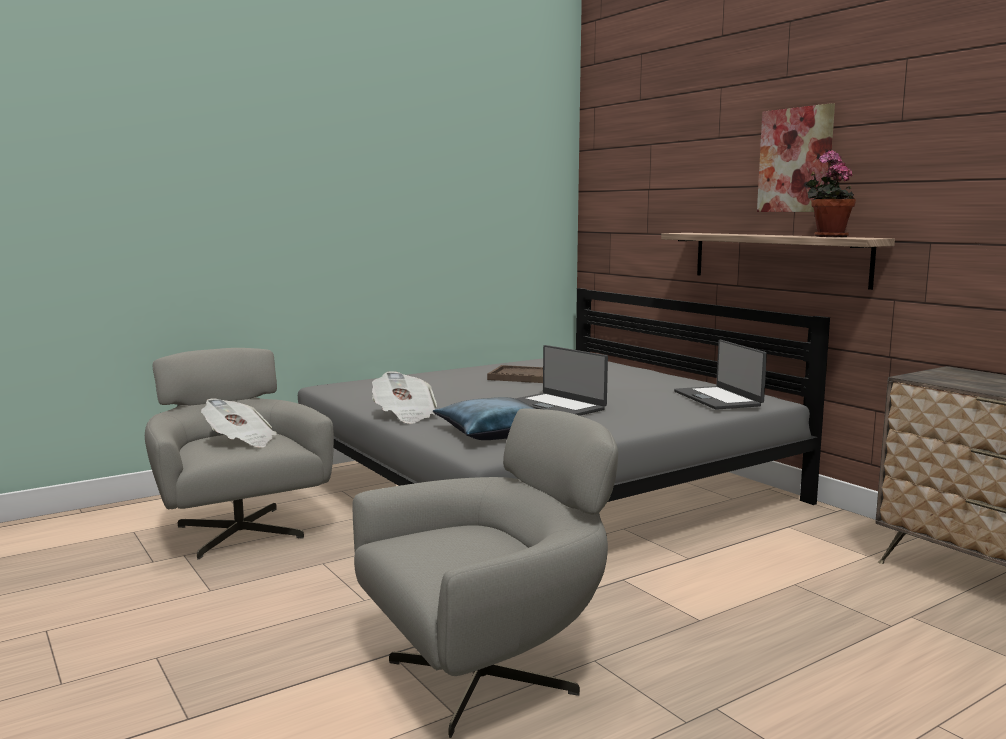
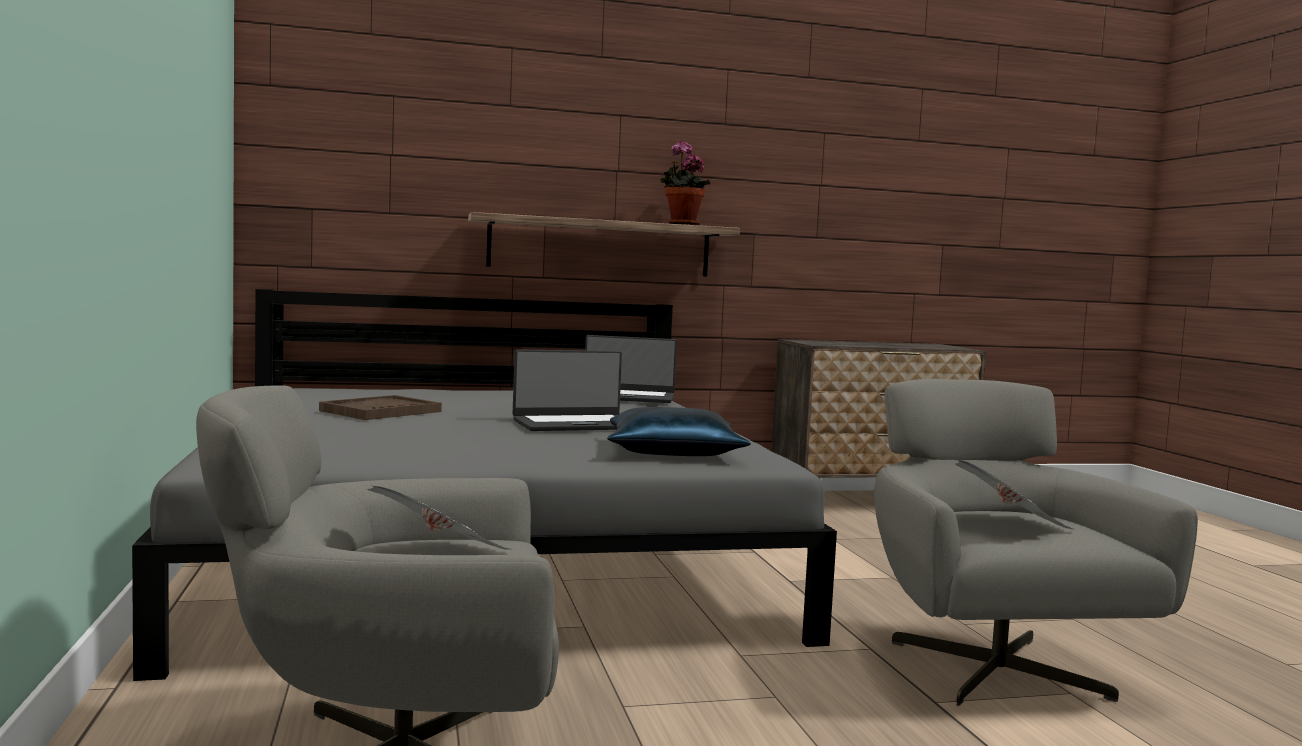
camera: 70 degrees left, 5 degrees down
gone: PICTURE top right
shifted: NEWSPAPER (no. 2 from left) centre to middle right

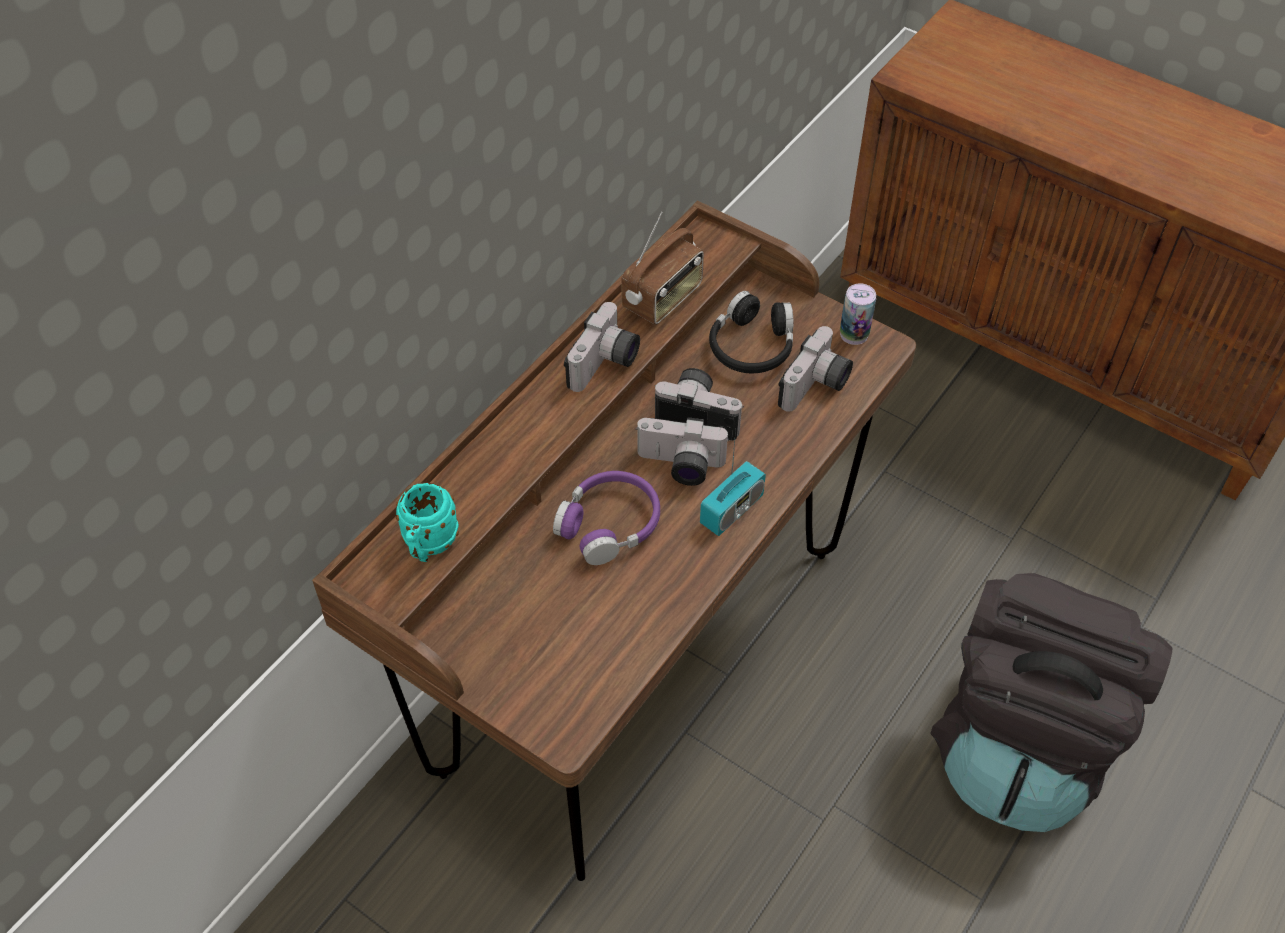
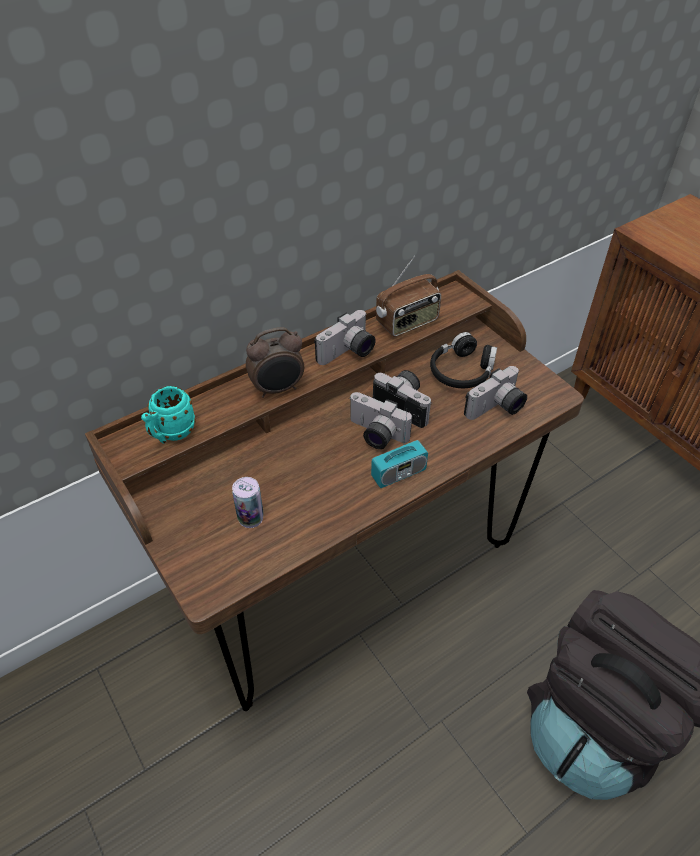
camera: 20 degrees right, 5 degrees down
gone: PURPLE HEADPHONES centre
new: ALARM CLOCK centre
shifted: CAN middle right to centre

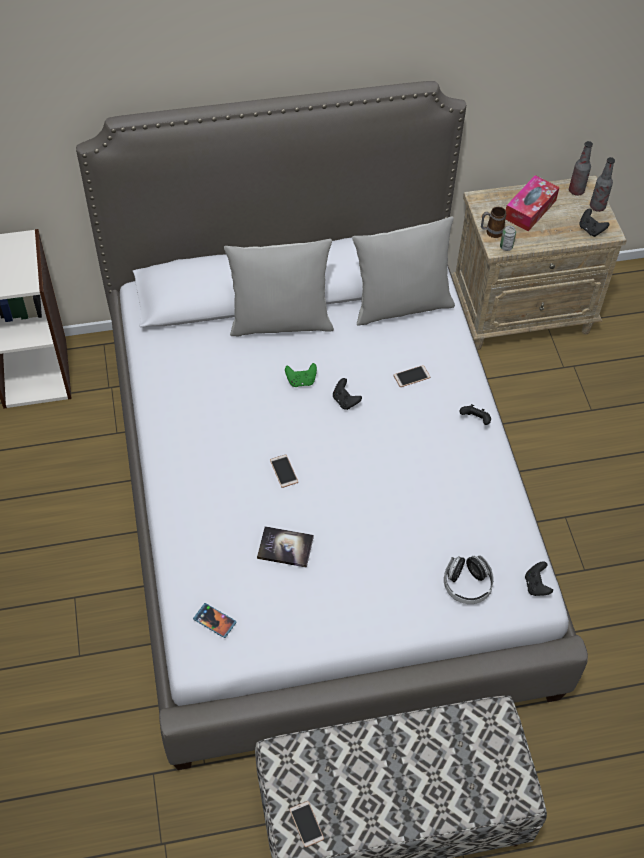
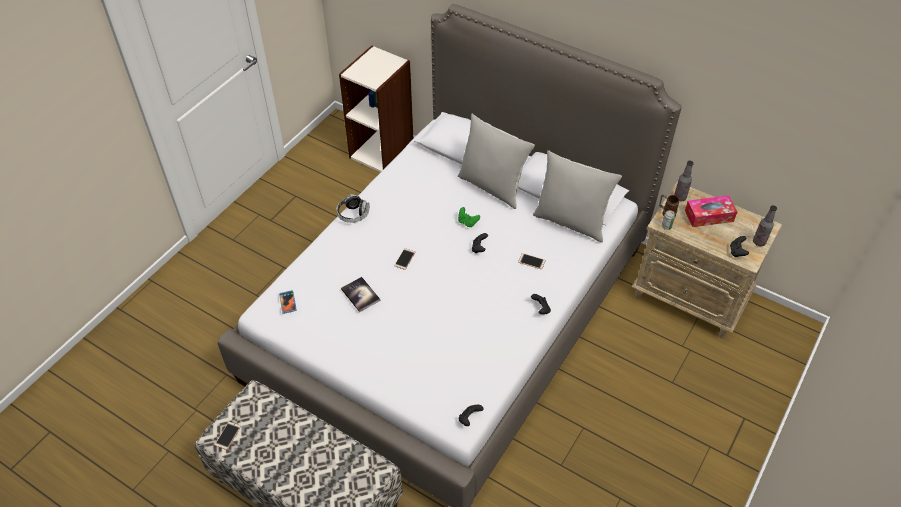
camera: 45 degrees right, 5 degrees down
shifted: BOTTLE (no. 1 from left) top right to middle right; HEADPHONES bottom right to centre

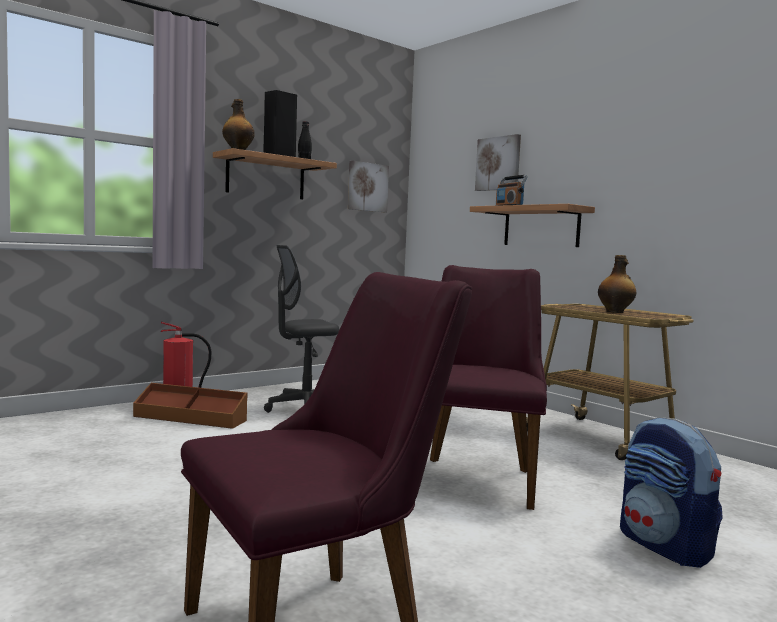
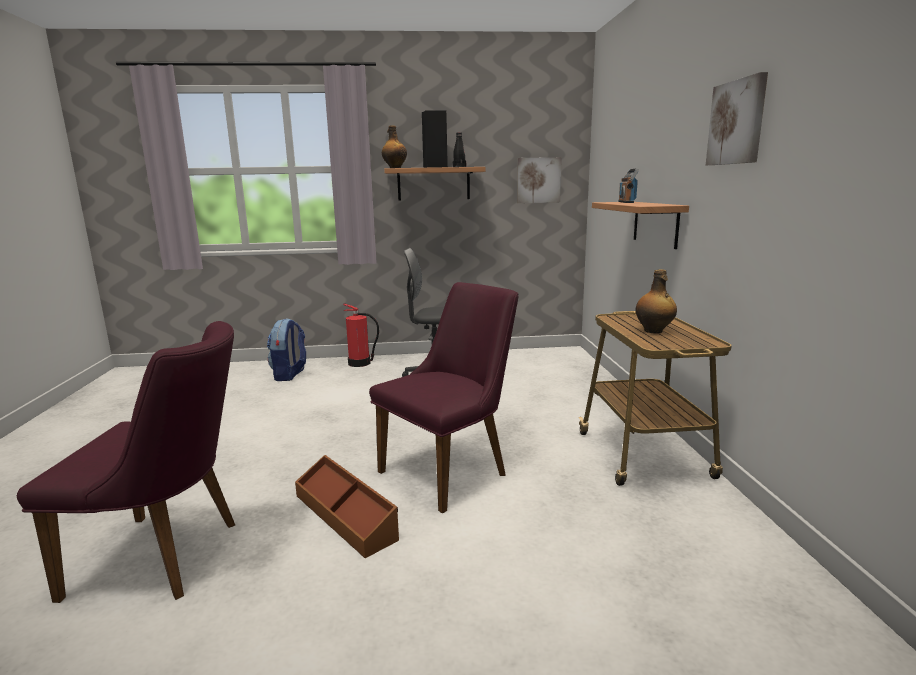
camera: 35 degrees right, 10 degrees up
shifted: PICTURE (no. 2 from left) top centre to top right; BROWN STORAGE BOX middle left to bottom centre; BACKPACK bottom right to middle left

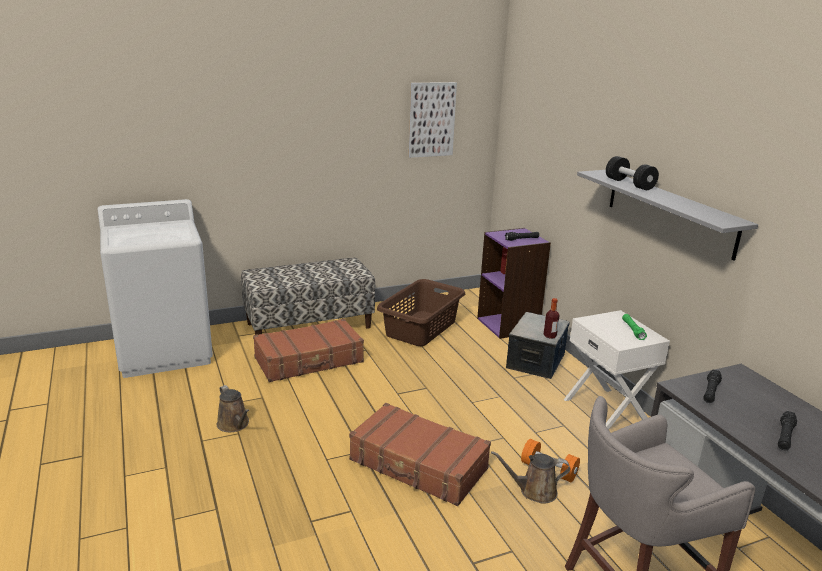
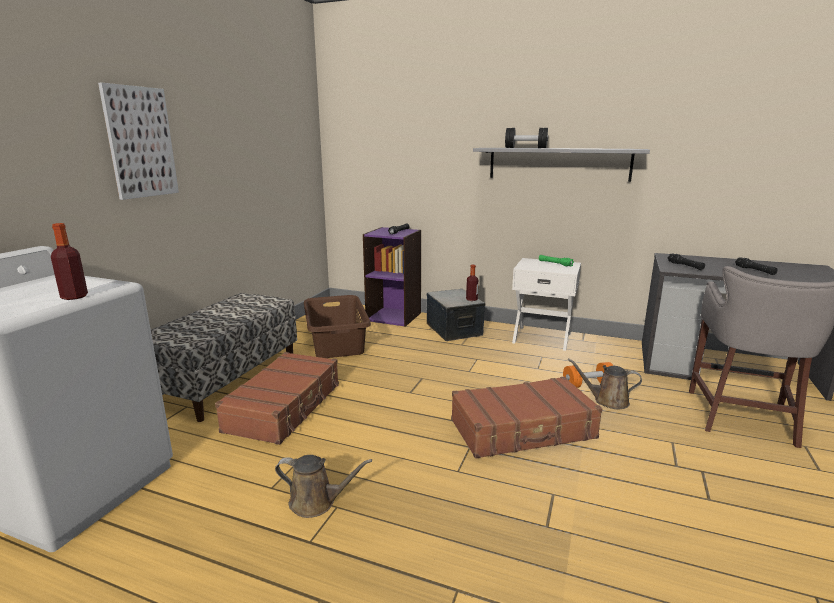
camera: 45 degrees left, 5 degrees down
new: BOTTLE (no. 1 from left) middle left
shifted: PICTURE top centre to top left
rotated: BROWN WATERING CAN (no. 2 from left) bottom centre = middle right 60 degrees clockwise

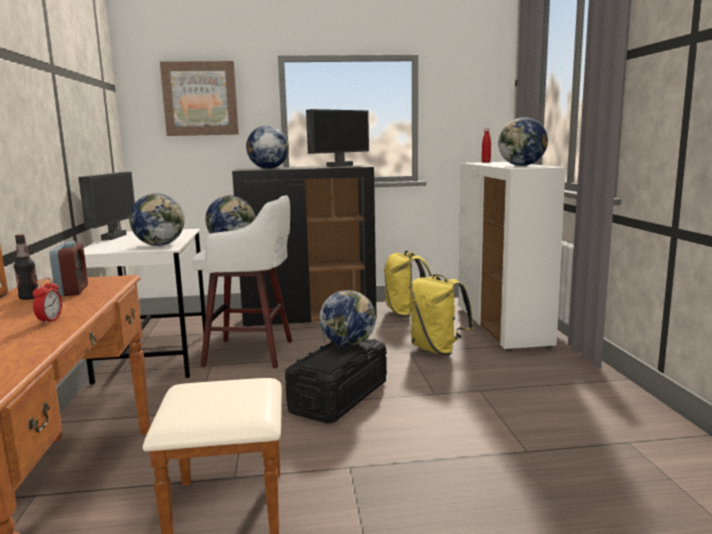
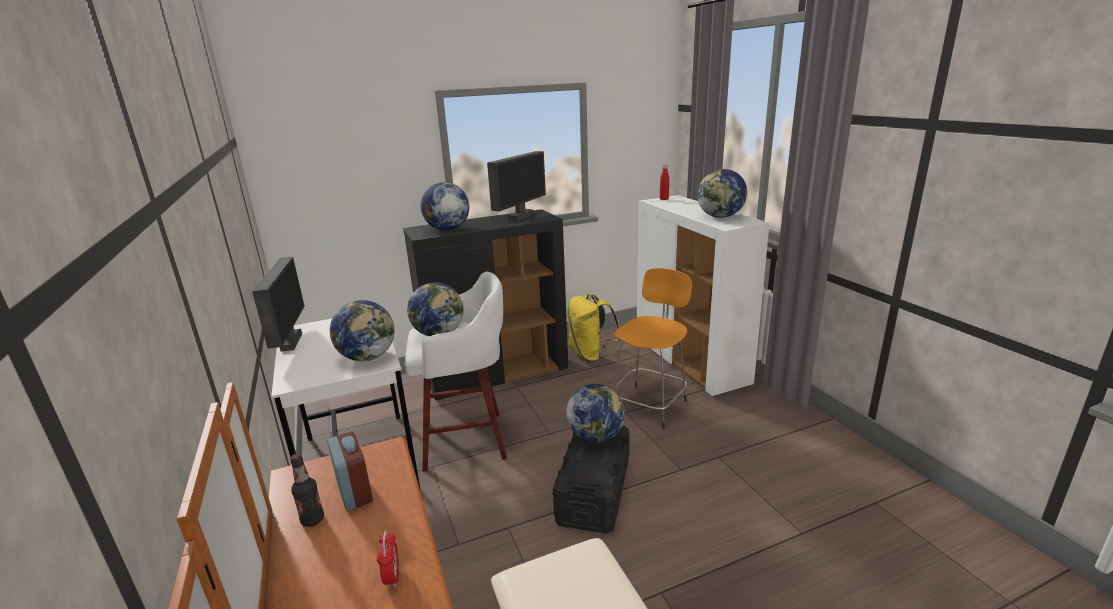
camera: 15 degrees left, 10 degrees up
gone: PICTURE top left
swapped: YELLOW BACKPACK (no. 2 from left) centre to ORANGE STOOL centre

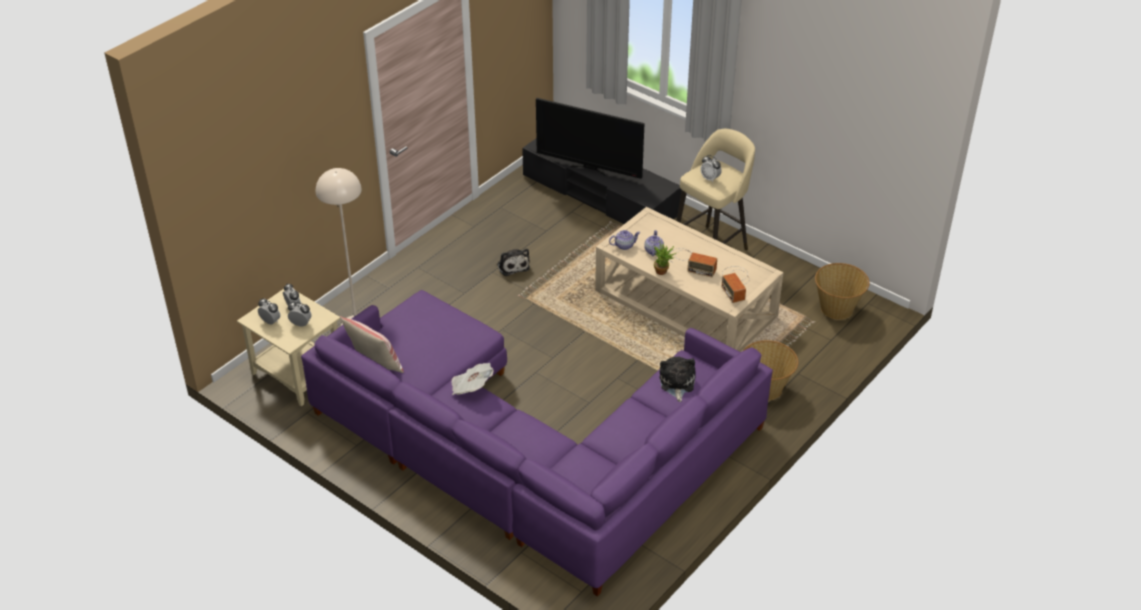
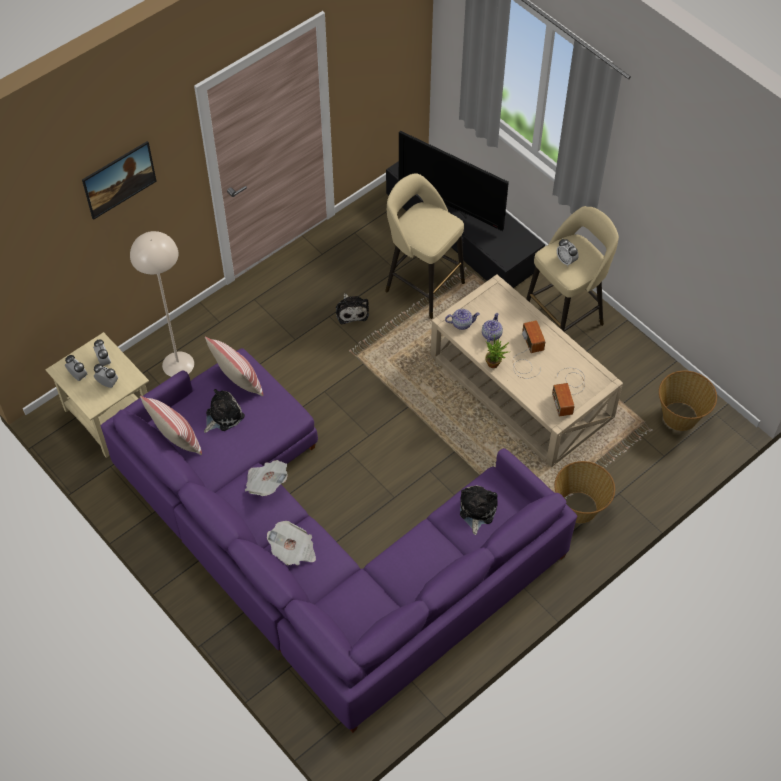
camera: 10 degrees right, 15 degrees up
new: PICTURE top left; BEIGE STOOL (no. 1 from left) top centre; PILLOW (no. 2 from left) middle left; PLUSH TOY (no. 1 from left) middle left; NEWSPAPER (no. 2 from left) bottom centre
rotated: RADIO (no. 1 from left) centre = middle right 135 degrees counterclockwise

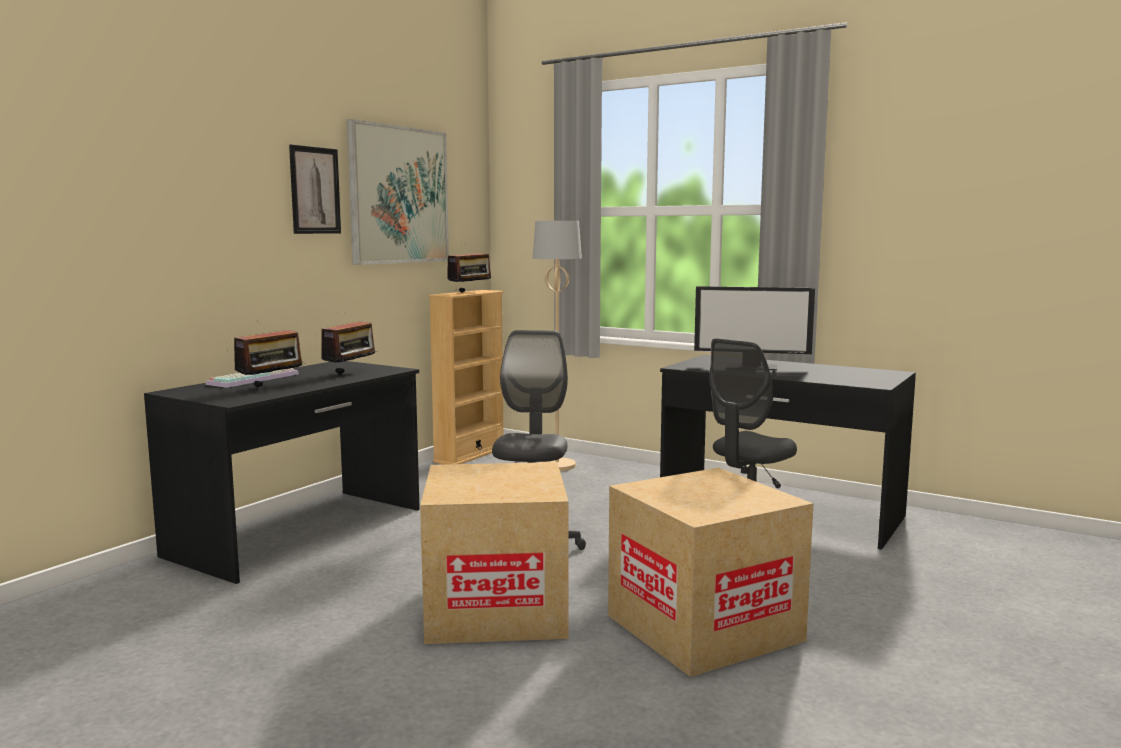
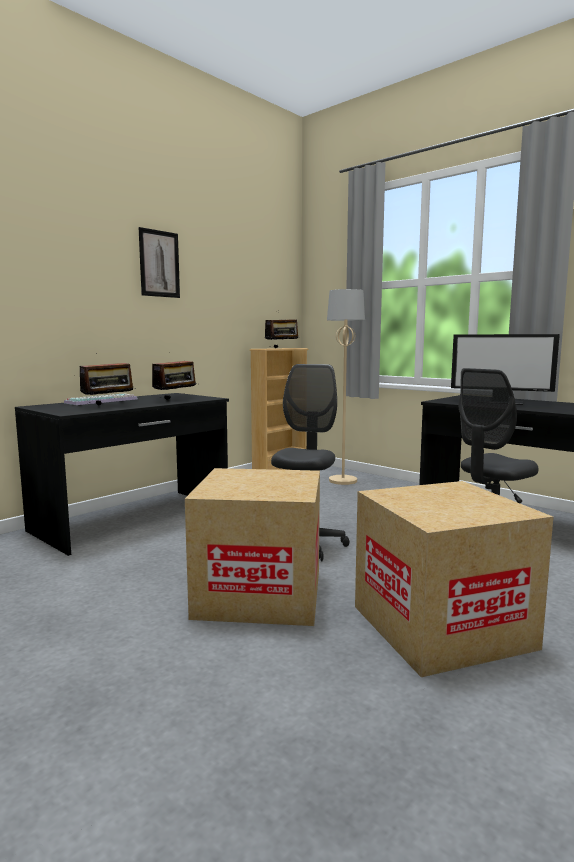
camera: 10 degrees right, 0 degrees up
gone: PICTURE (no. 2 from left) top centre

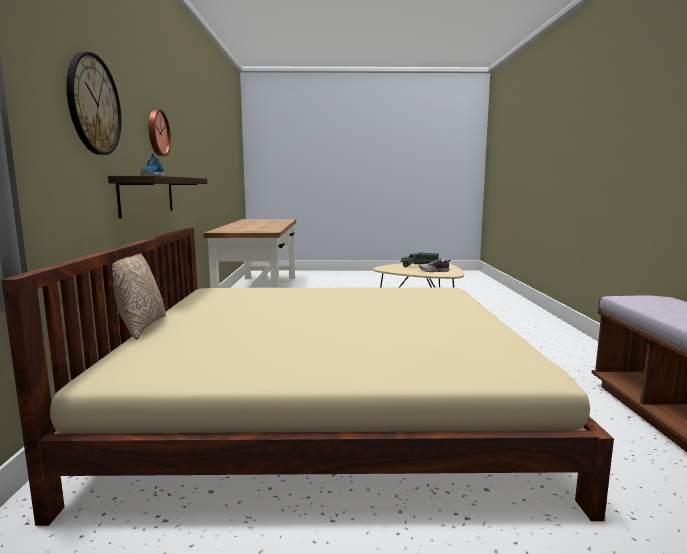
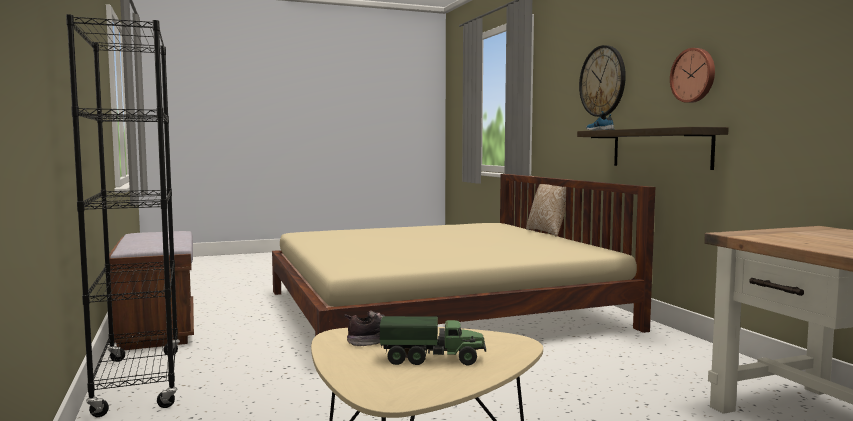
camera: 160 degrees right, 5 degrees down
new: BLACK BOOKCASE middle left

